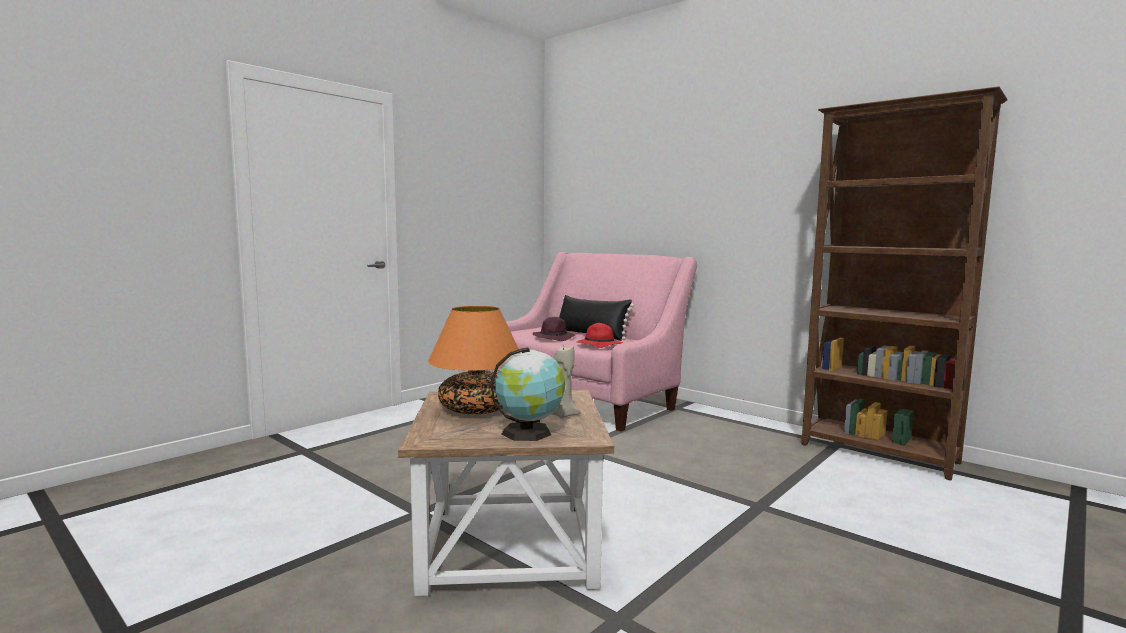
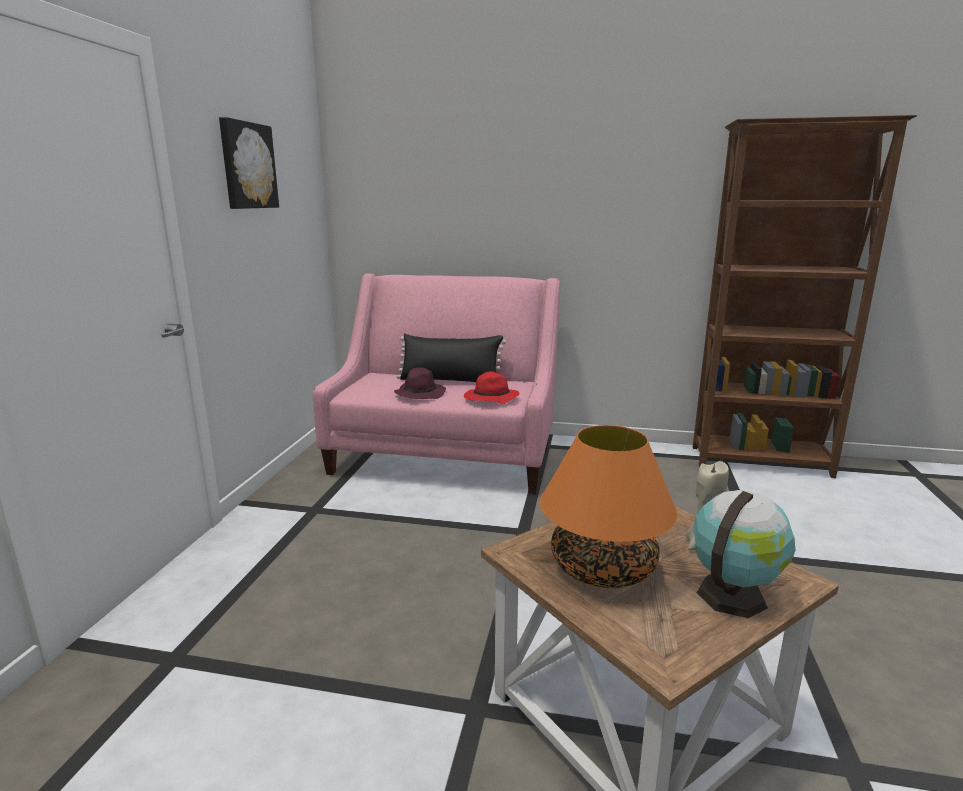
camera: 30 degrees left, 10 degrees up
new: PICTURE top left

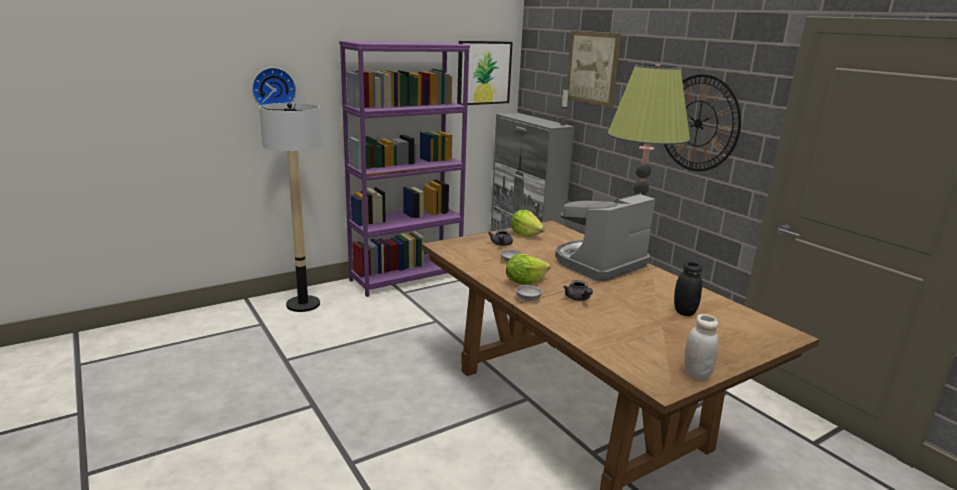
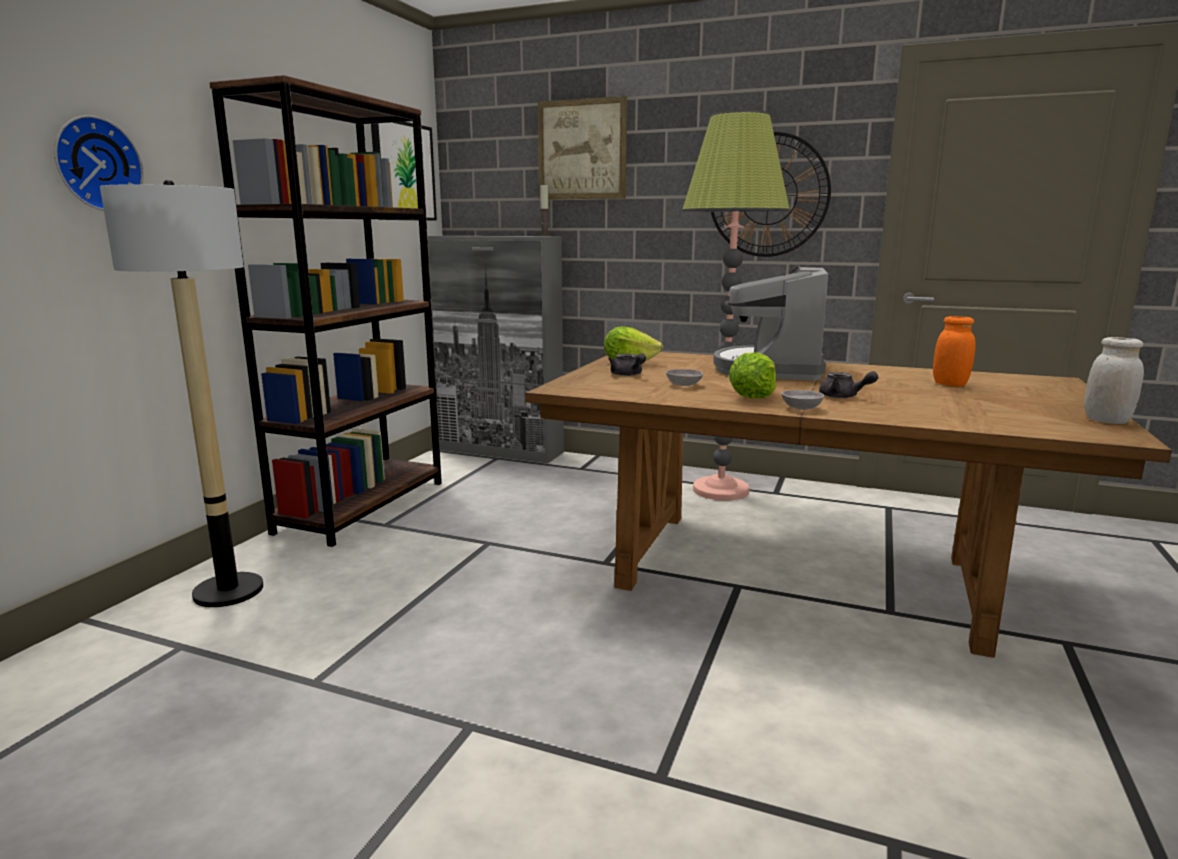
camera: 35 degrees left, 5 degrees down
repainted: PURPLE BOOKCASE centre to BROWN BOOKCASE middle left; BLACK JAR middle right to ORANGE JAR middle right

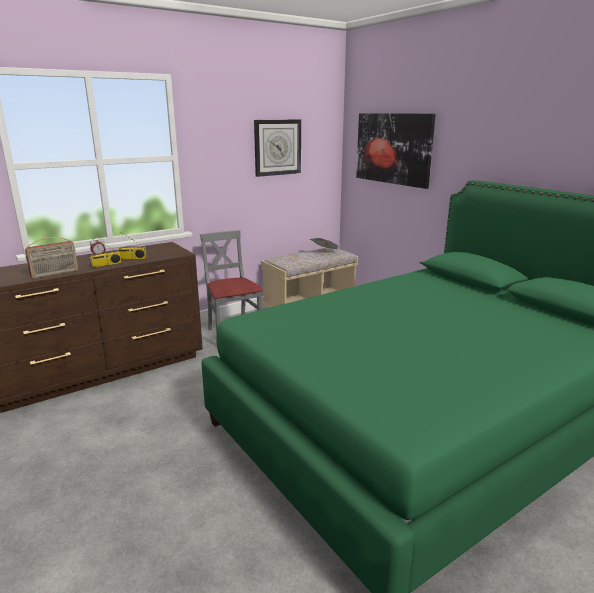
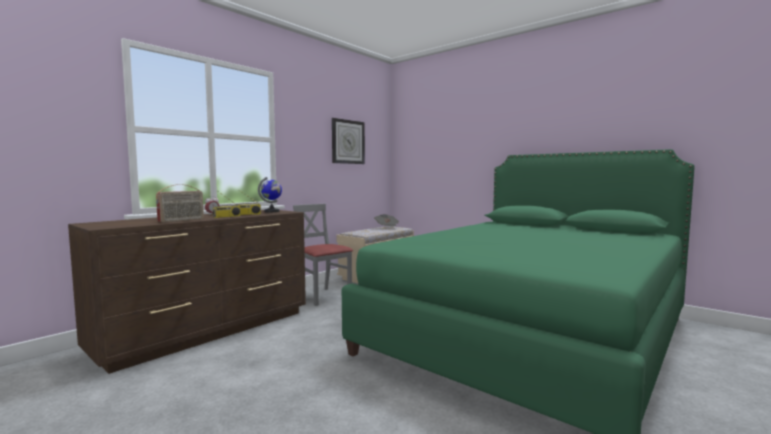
camera: 15 degrees left, 15 degrees down
gone: PICTURE top right
new: GLOBE centre

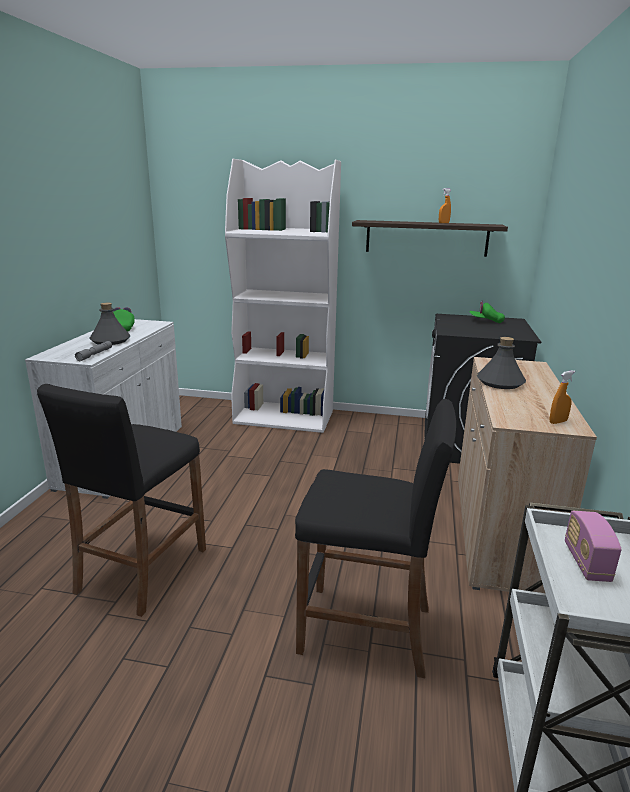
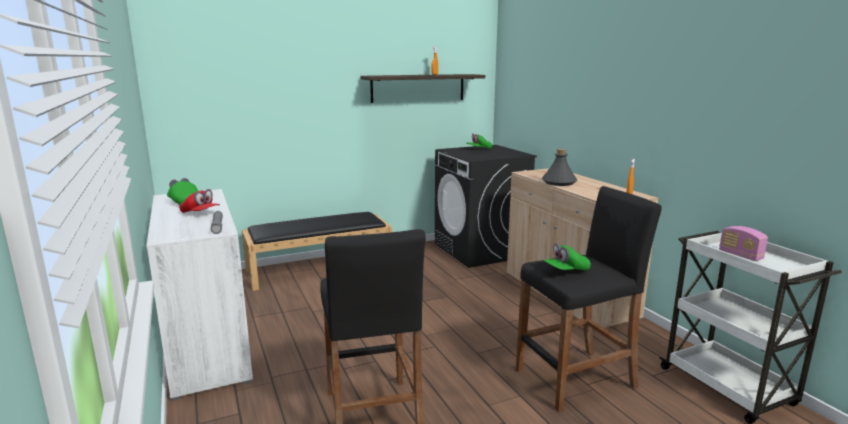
camera: 35 degrees left, 5 degrees down
new: GREEN CAP (no. 3 from left) middle right
swapped: WHITE BOOKCASE centre to BLACK BENCH centre; GREY BOTTLE (no. 1 from left) middle left to RED CAP middle left

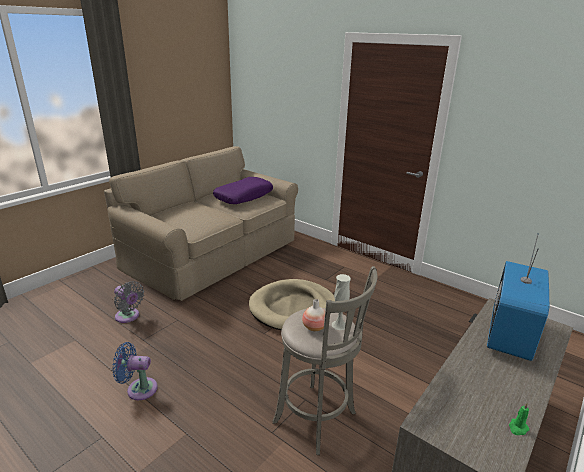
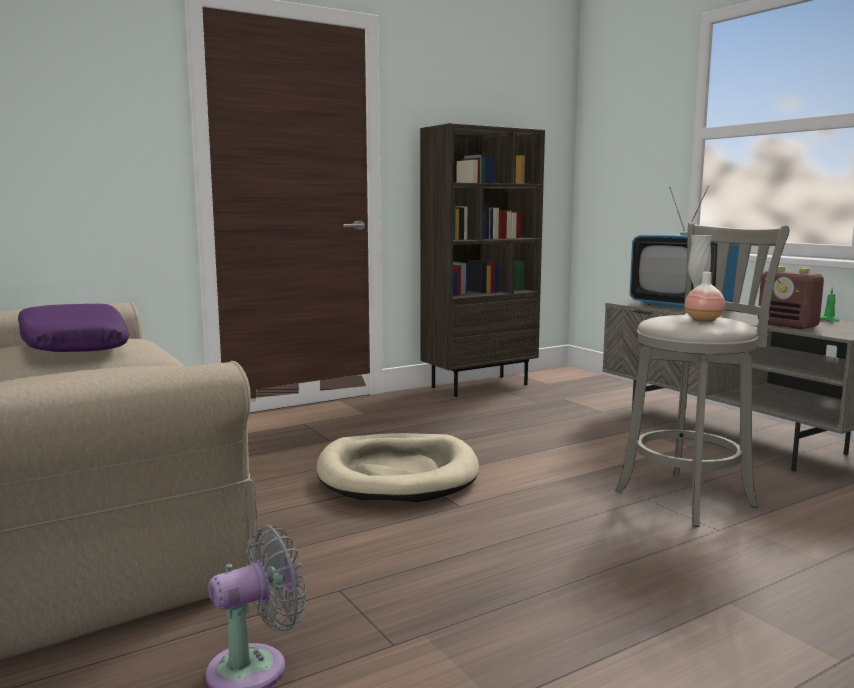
camera: 70 degrees left, 15 degrees down
gone: BLUE FAN bottom left
new: BROWN BOOKCASE centre; RADIO middle right

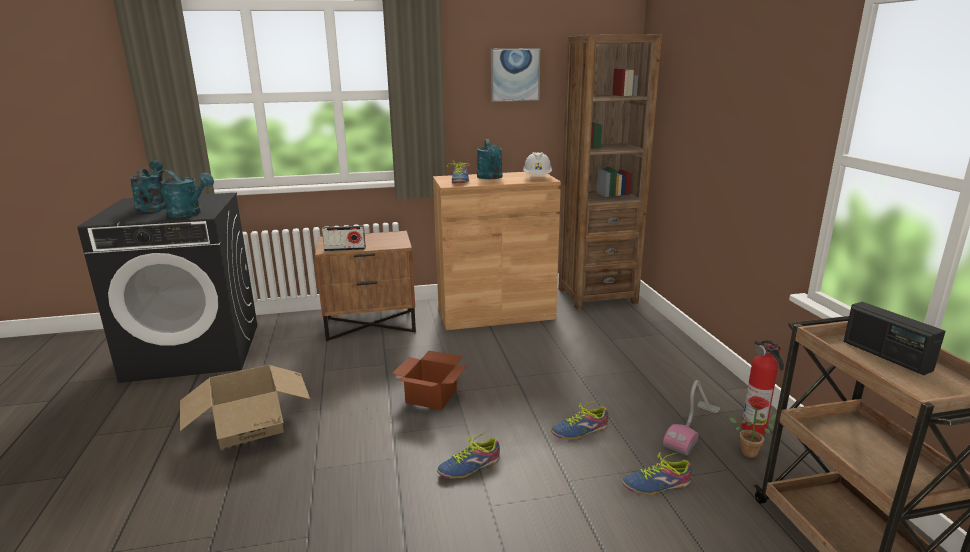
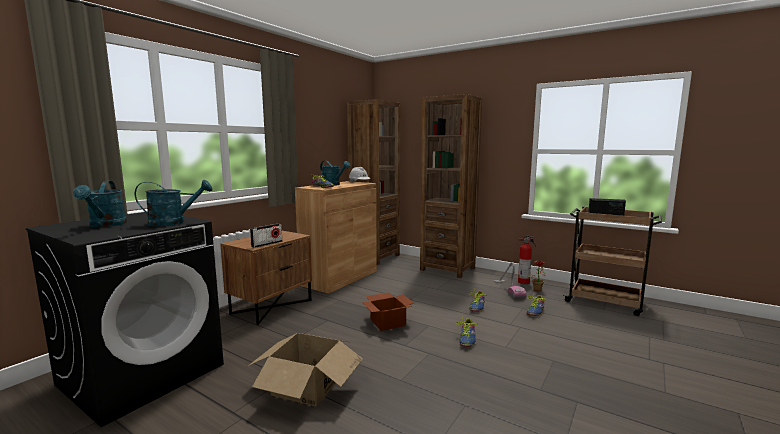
camera: 45 degrees left, 10 degrees down
gone: PICTURE top centre
new: BROWN BOOKCASE (no. 2 from left) centre
rotated: TURQUOISE WATERING CAN (no. 1 from left) middle left = middle left 135 degrees counterclockwise

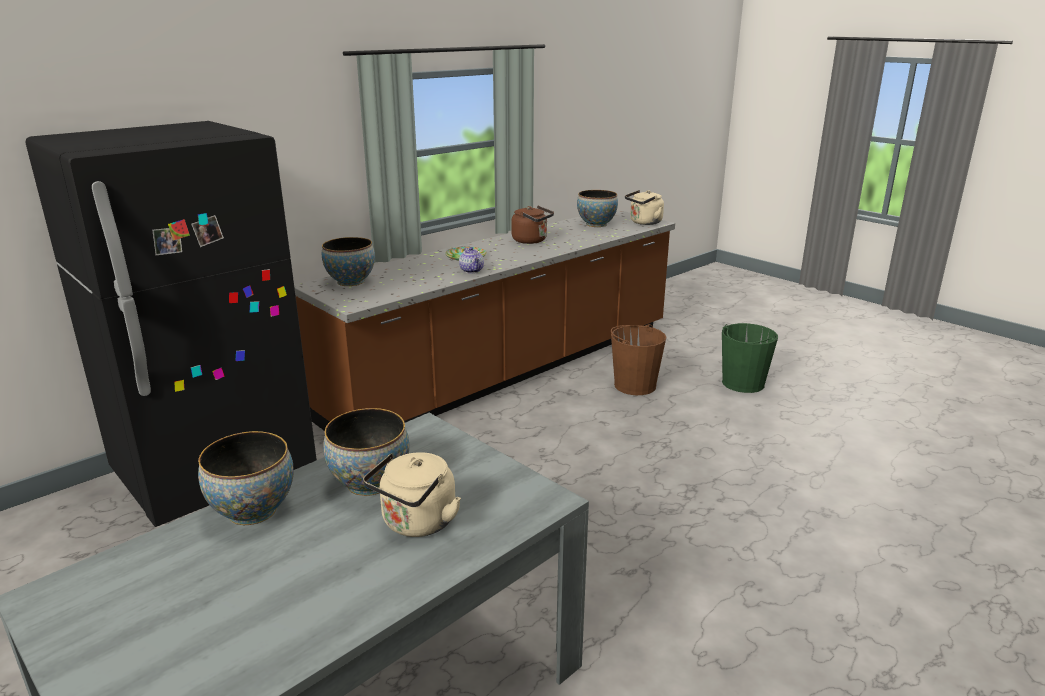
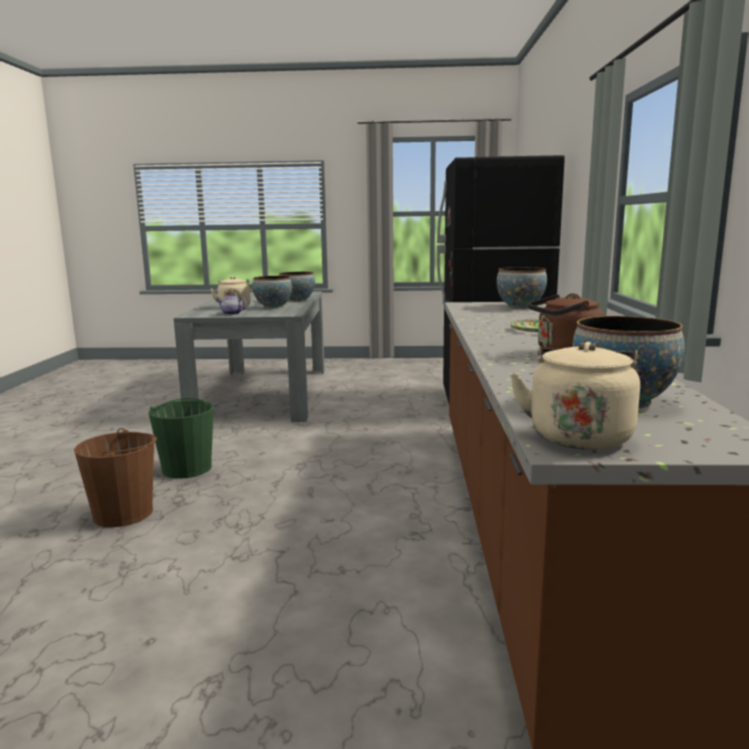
camera: 135 degrees right, 10 degrees down
shifted: TEAPOT centre to middle left; GREEN BUCKET middle right to middle left; BROWN BUCKET centre to middle left

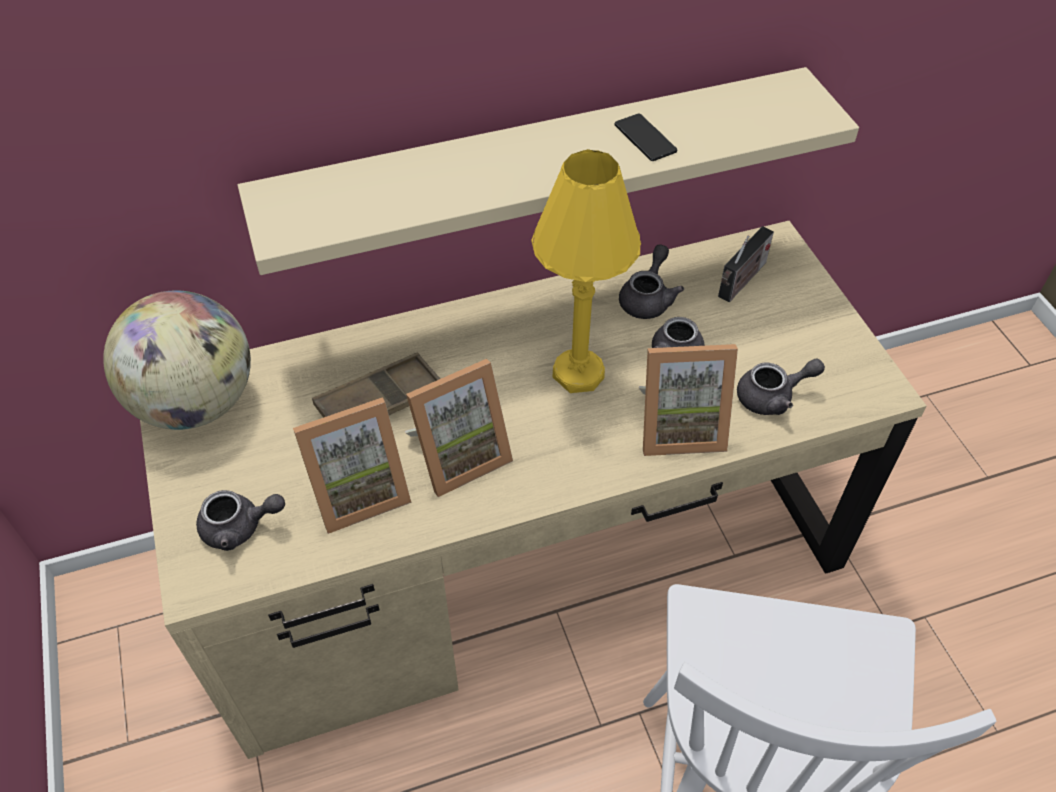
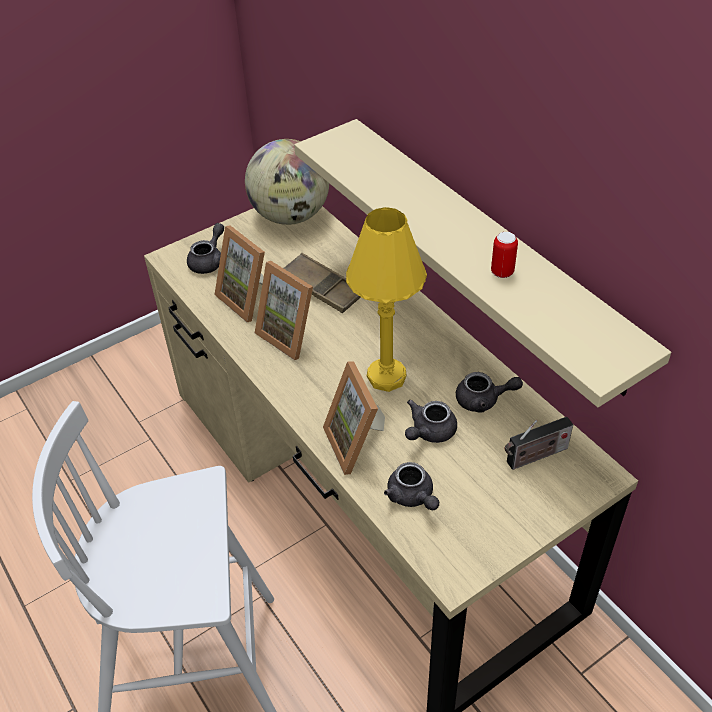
camera: 75 degrees right, 5 degrees down
swapped: PHONE top centre to CAN middle right
rotated: RADIO middle right = middle right 45 degrees counterclockwise; GREY TEAPOT (no. 1 from left) middle left = middle left 135 degrees counterclockwise

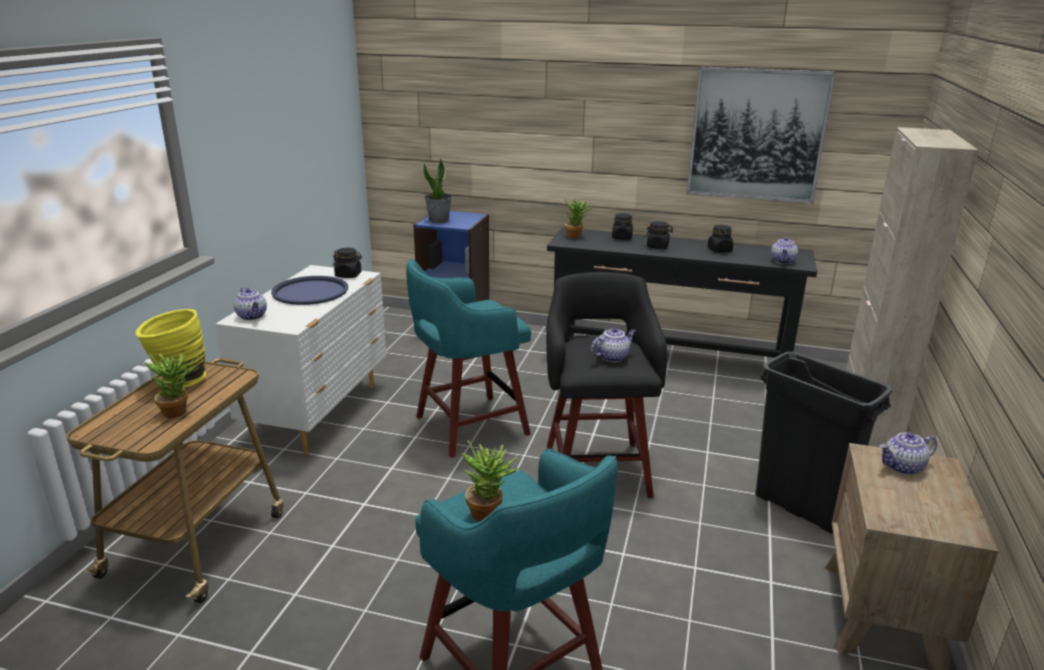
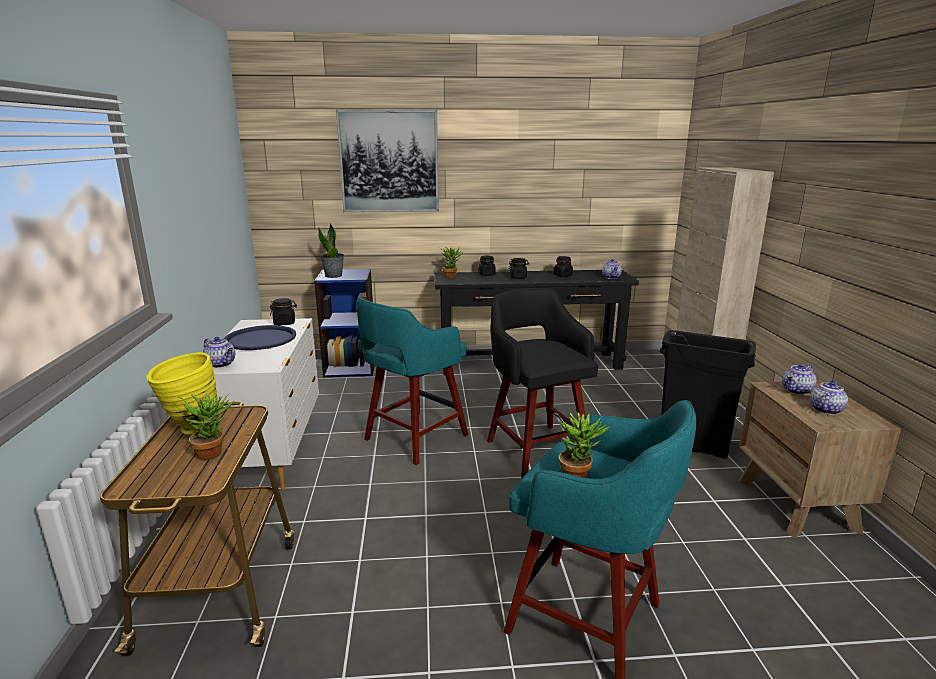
camera: 20 degrees left, 5 degrees down
shifted: PICTURE top right to top centre; TEAPOT (no. 2 from left in the first image) centre to TEAPOT (no. 4 from left) middle right

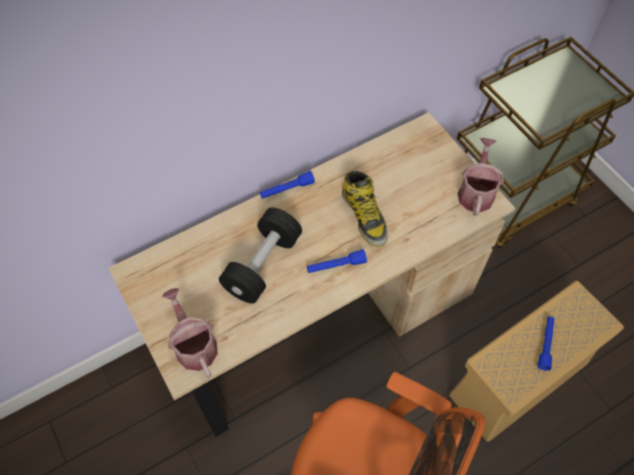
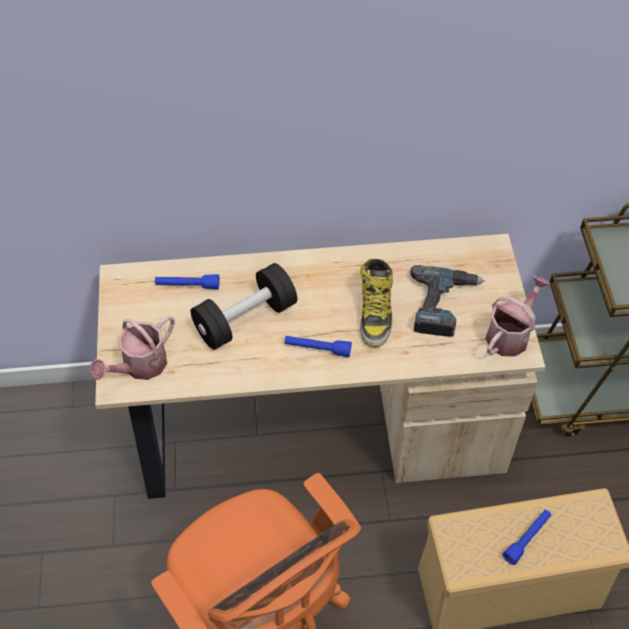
camera: 25 degrees right, 5 degrees down
new: POWER DRILL middle right
shifted: BLUE FLASHLIGHT (no. 1 from left) centre to middle left
rotated: WATERING CAN (no. 1 from left) bottom left = middle left 135 degrees counterclockwise

